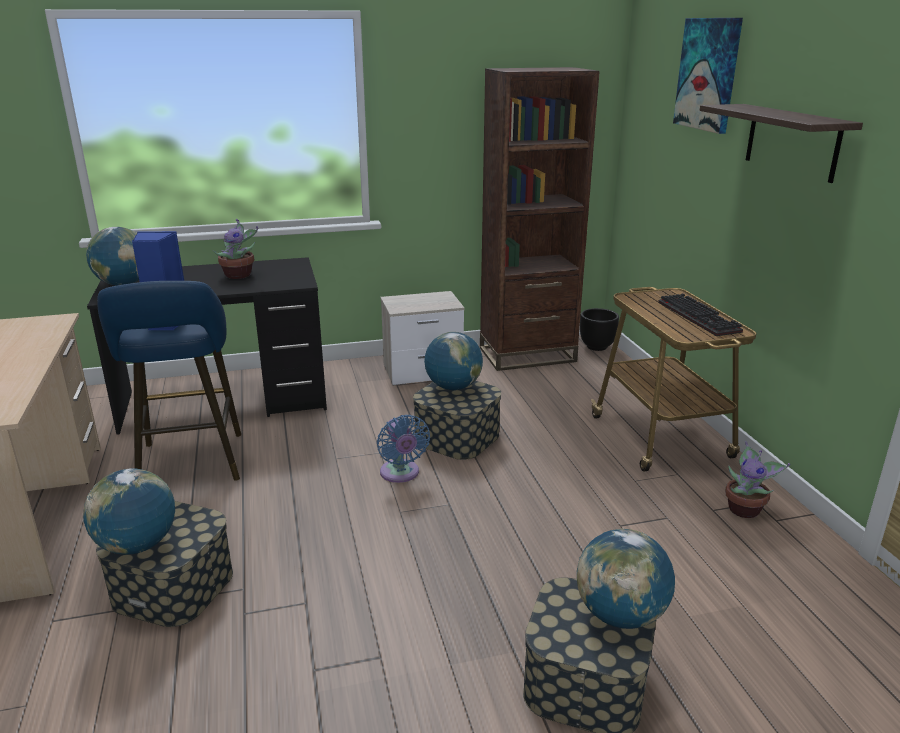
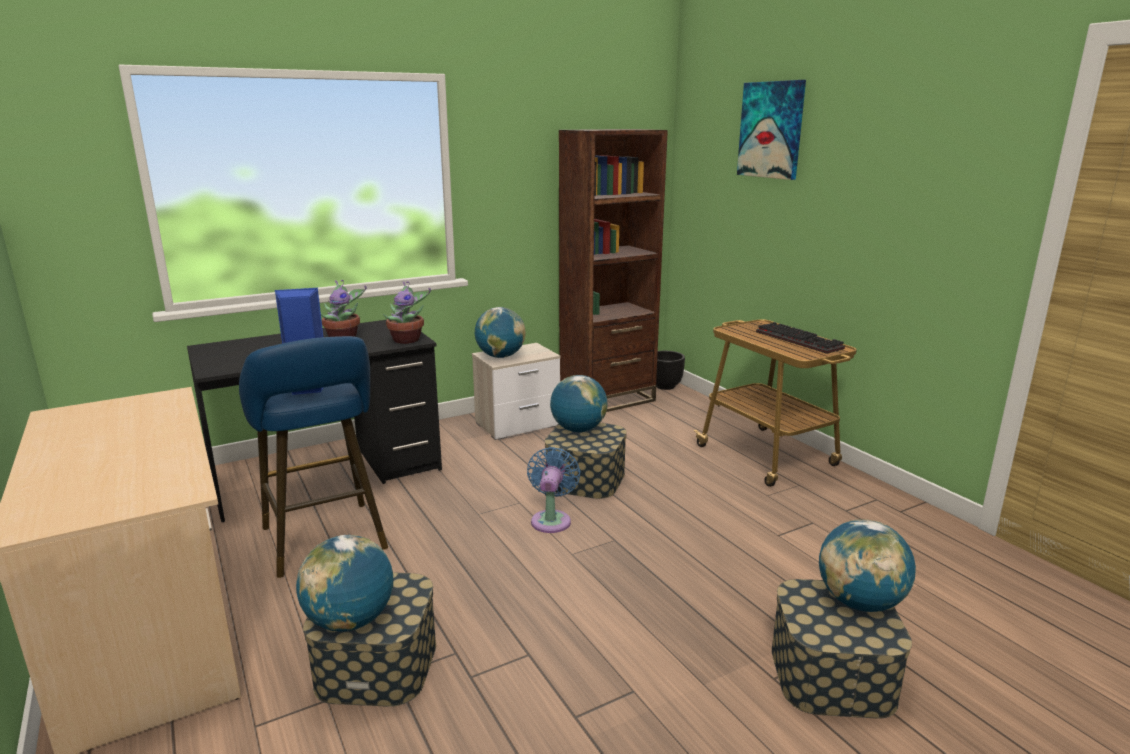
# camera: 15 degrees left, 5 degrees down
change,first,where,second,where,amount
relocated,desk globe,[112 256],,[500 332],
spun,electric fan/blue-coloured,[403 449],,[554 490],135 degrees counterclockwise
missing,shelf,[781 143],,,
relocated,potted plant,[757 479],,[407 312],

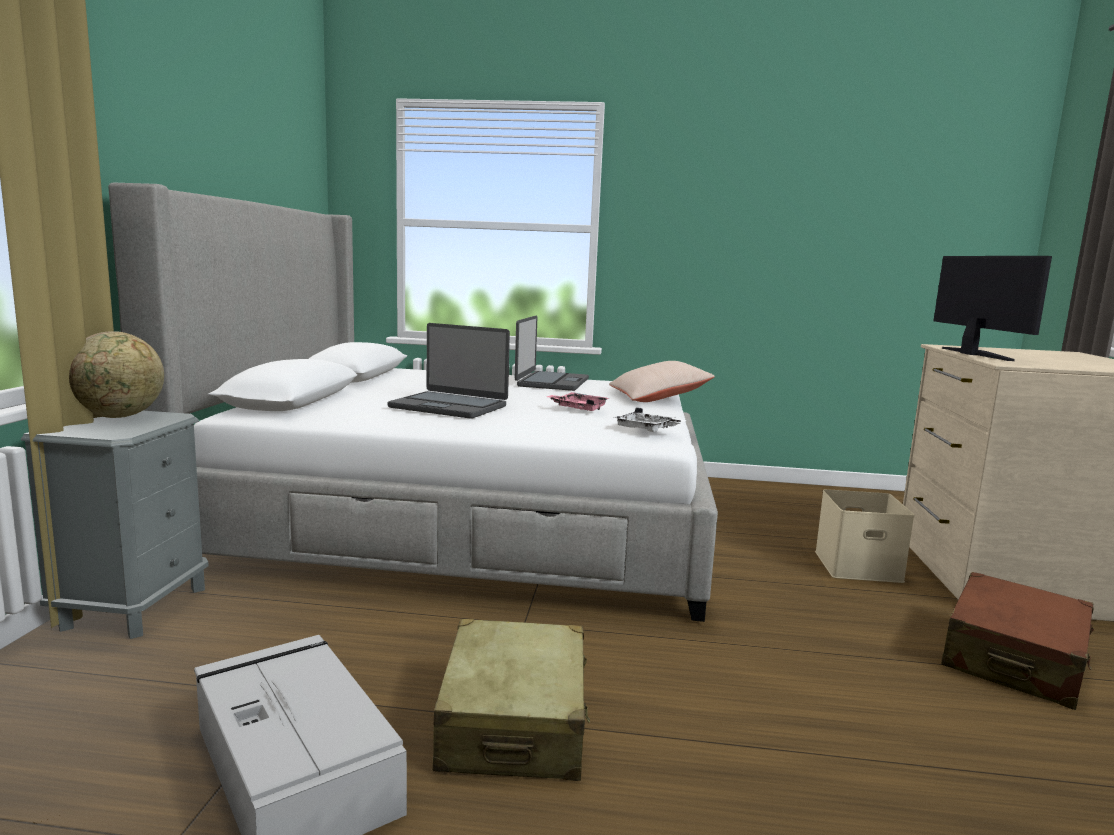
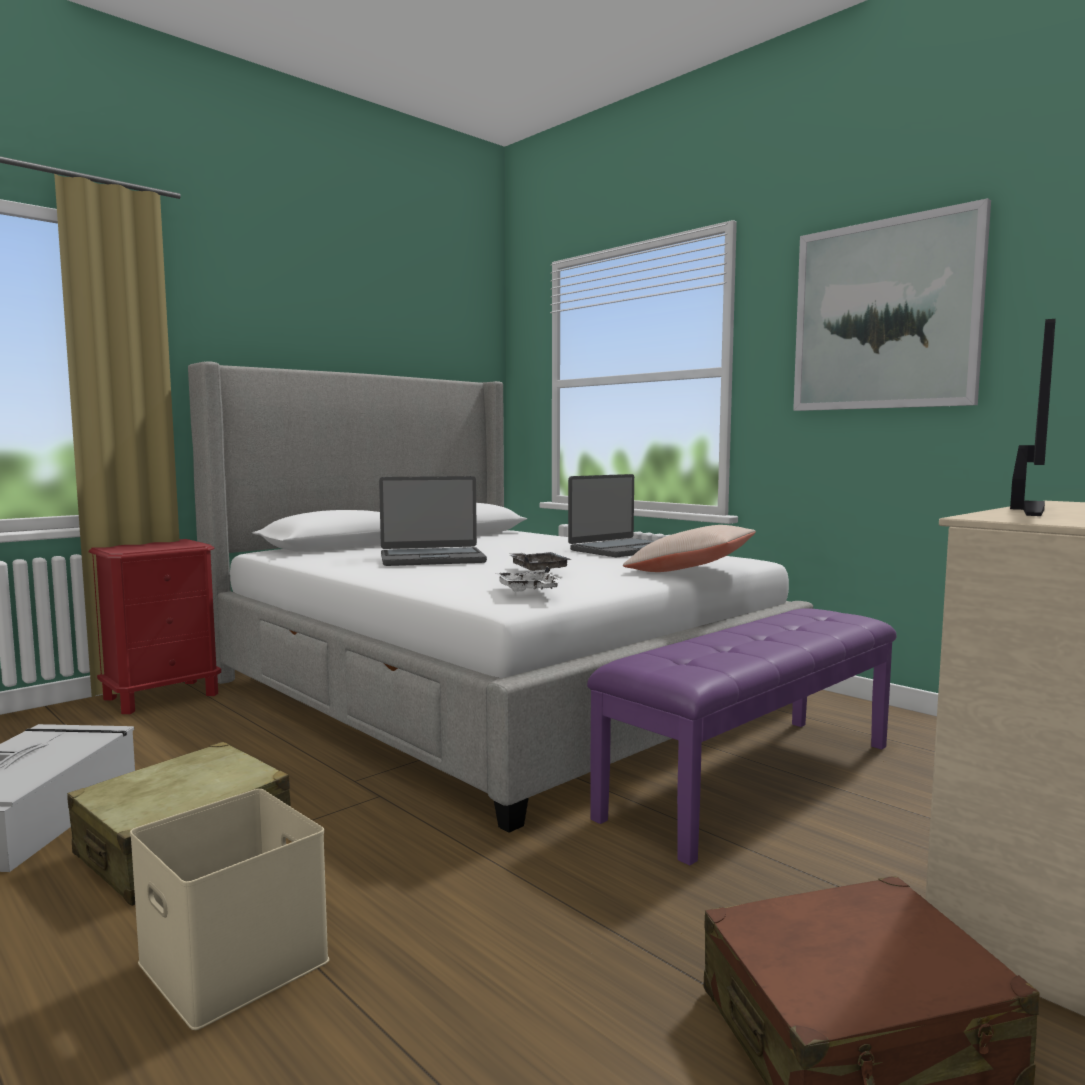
# camera: 40 degrees right, 5 degrees down
change,first,where,second,where,amount
colour,nightstand/grey,[115 525],nightstand/red,[155 626],
missing,desk globe,[116 375],,,
spun,notebook computer,[449 371],,[433 521],75 degrees counterclockwise
colour,tray/pinkish,[578 401],tray/grey,[540 561],
relocated,storage box/sand-coloured,[864 536],,[229 909],
appeared,,,indoor bench/purple,[742 737],
appeared,,,wall picture,[892 304],

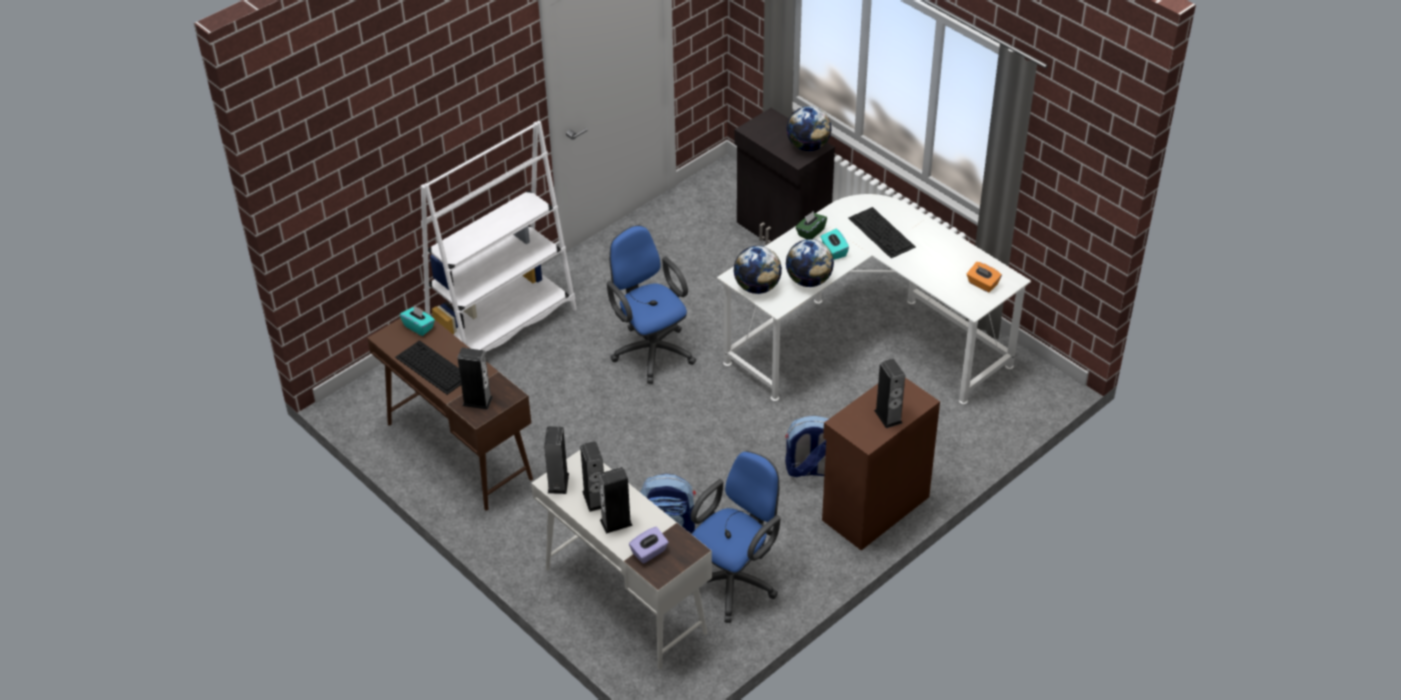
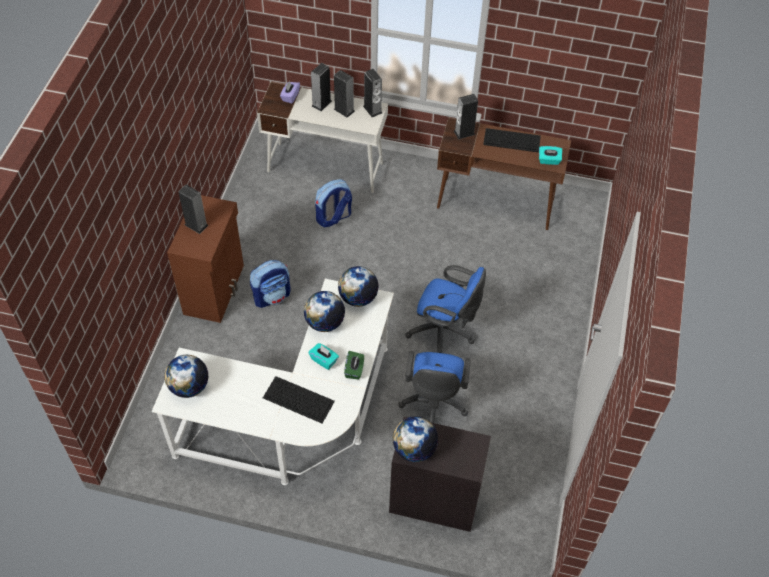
# camera: 145 degrees right, 10 degrees up
change,first,where,second,where,amount
missing,shelving unit/white,[499 236],,,
relocated,desk chair/blue-coloured,[736 537],,[434 387],
exchanged,tissue holder/orange-coloured,[984 277],desk globe,[186 376],

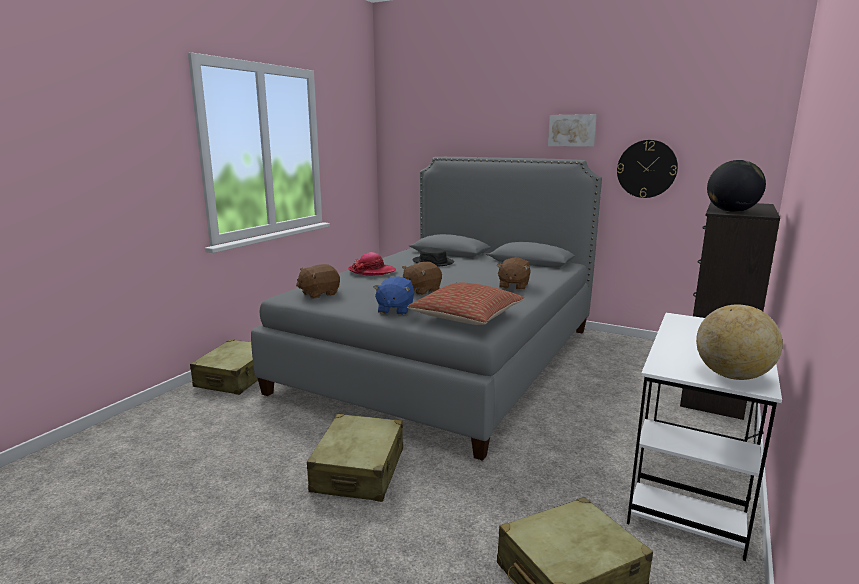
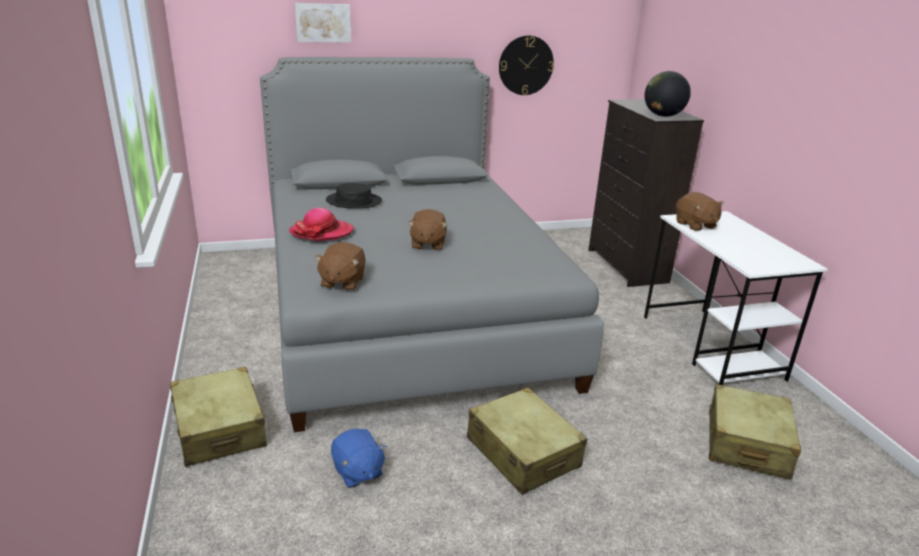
# camera: 45 degrees left, 10 degrees up
change,first,where,second,where,amount
relocated,plush toy/blue-coloured,[393 295],,[359 458],
missing,throw pillow,[465 303],,,
relocated,plush toy/brown-coloured,[513 273],,[700 211],
relocated,wall picture,[572 130],,[323 23],
missing,desk globe,[739 342],,,

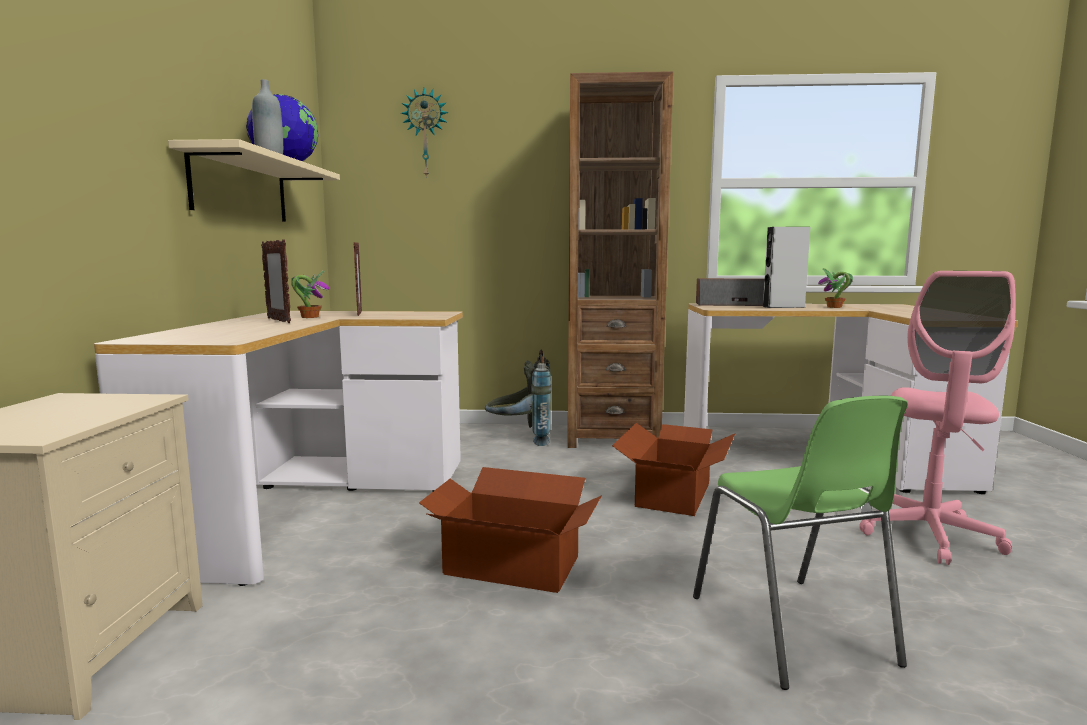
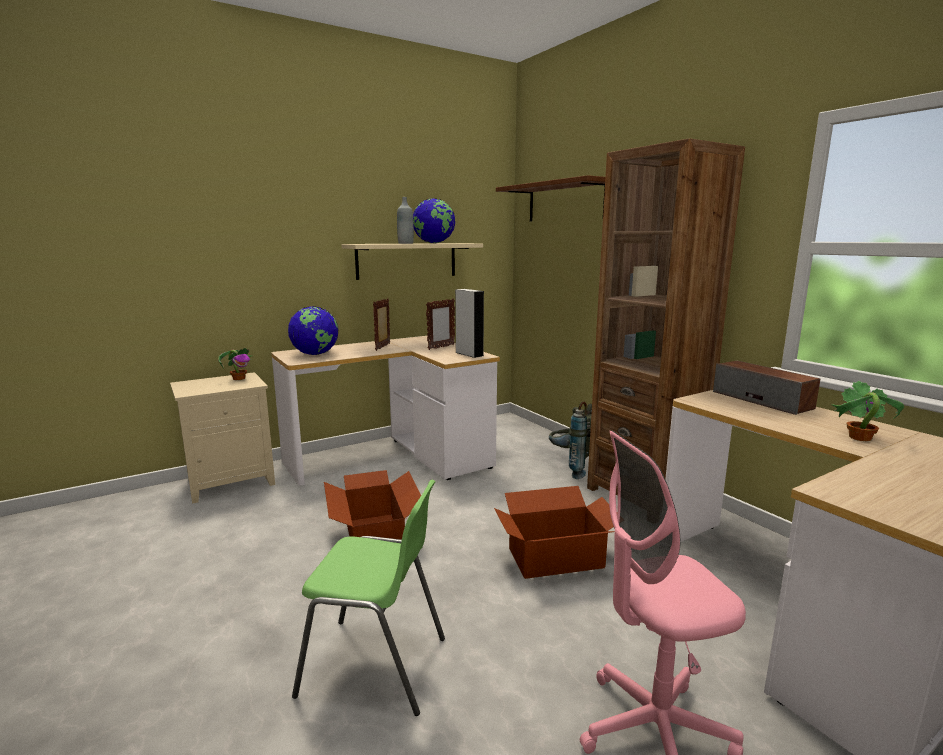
# camera: 55 degrees right, 5 degrees up
change,first,where,second,where,amount
relocated,potted plant,[310 294],,[234 364],
exchanged,wall clock,[425 133],shelf/brown-coloured,[550 198],
spun,plain chair/green,[800 543],,[368 598],120 degrees counterclockwise
relocated,audio speaker/grey,[786 267],,[469 323],
appeared,,,desk globe,[313 330],

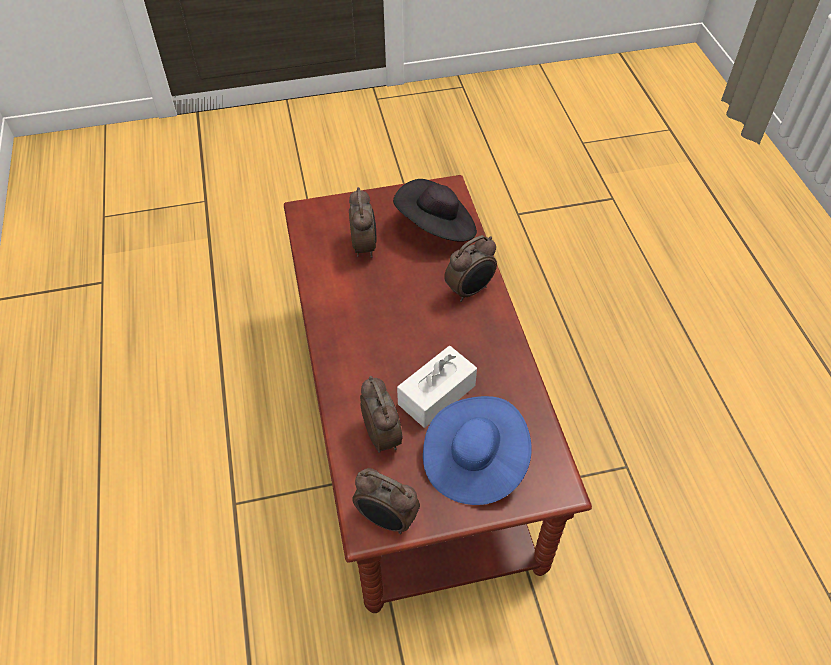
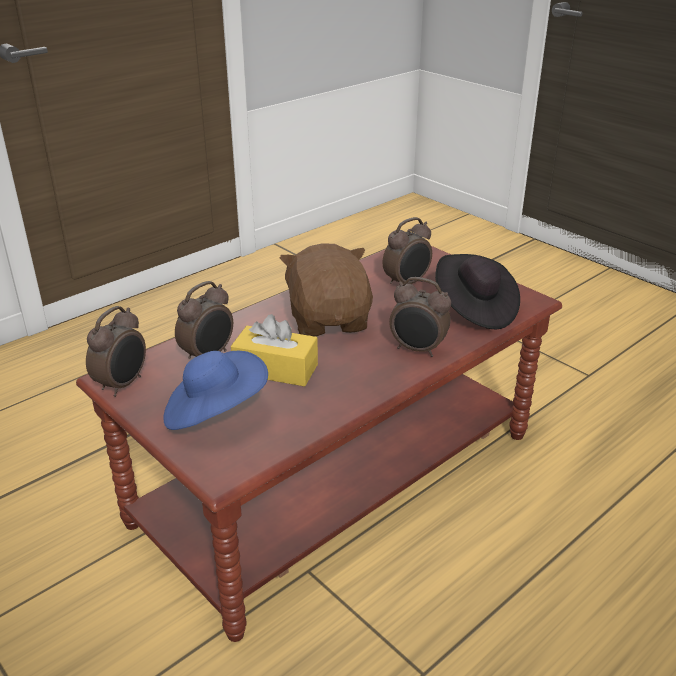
# camera: 60 degrees right, 20 degrees down
change,first,where,second,where,amount
spun,bedside clock,[386 501],,[116 351],150 degrees counterclockwise
colour,tissue holder/white,[437 387],tissue holder/yellow-coloured,[274 350],
appeared,,,plush toy/brown-coloured,[326 289],

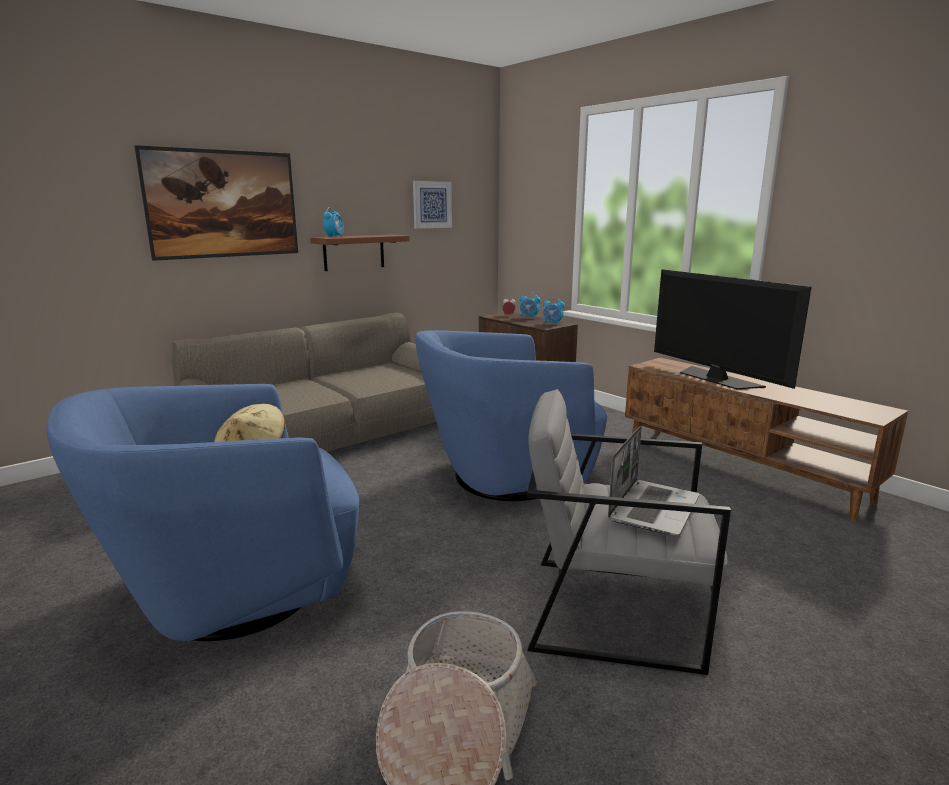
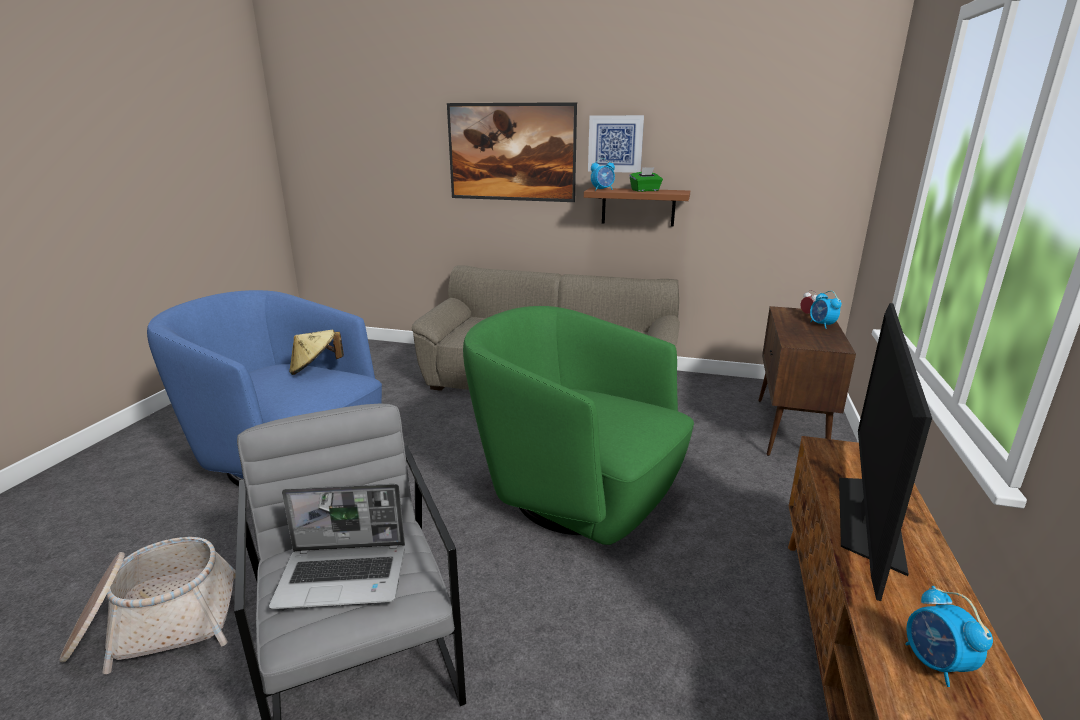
# camera: 55 degrees right, 5 degrees up
change,first,where,second,where,amount
relocated,wall picture,[432 205],,[616 144],
colour,armchair/blue-coloured,[511 415],armchair/green,[578 425],
relocated,bedside clock,[554 311],,[949 636],
appeared,,,tissue holder/green,[646 179],

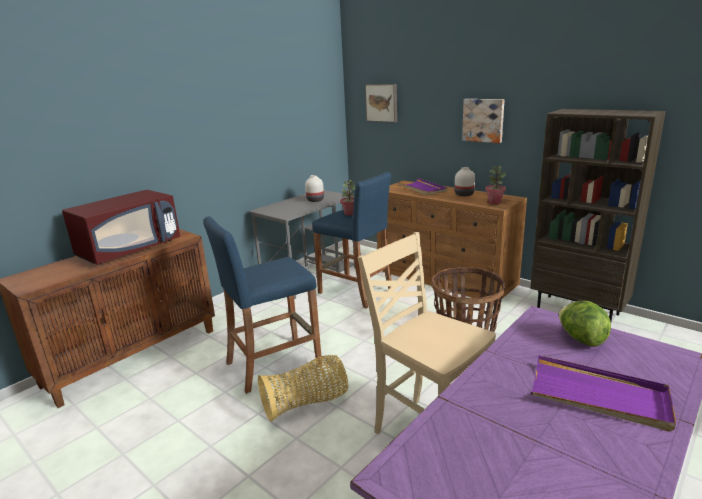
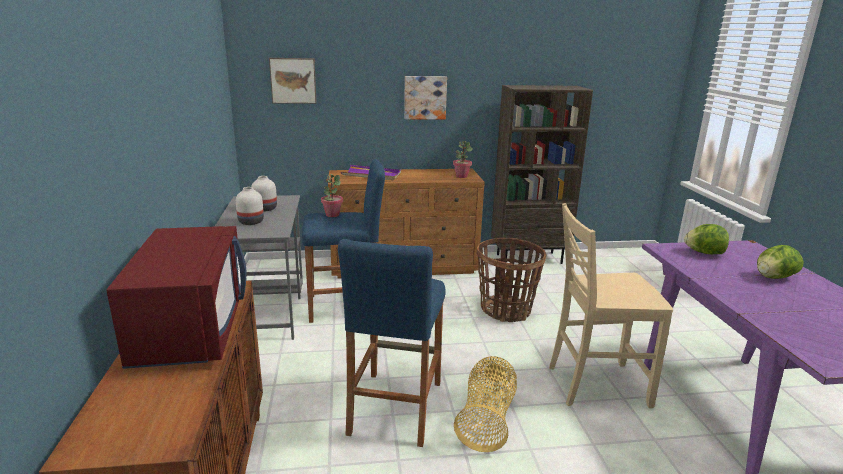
# camera: 50 degrees left, 0 degrees up
change,first,where,second,where,amount
relocated,flower vase/white,[465 181],,[250 206],
exchanged,tray/purple,[603 393],lettuce head,[780 262],

